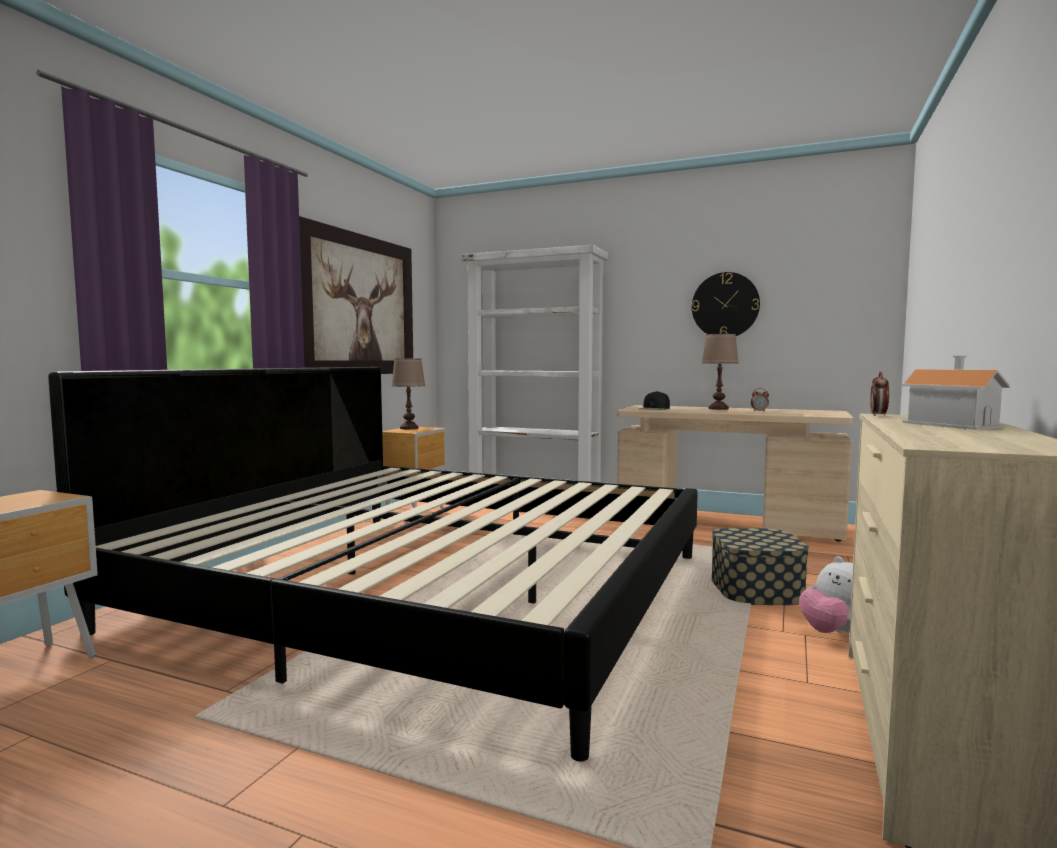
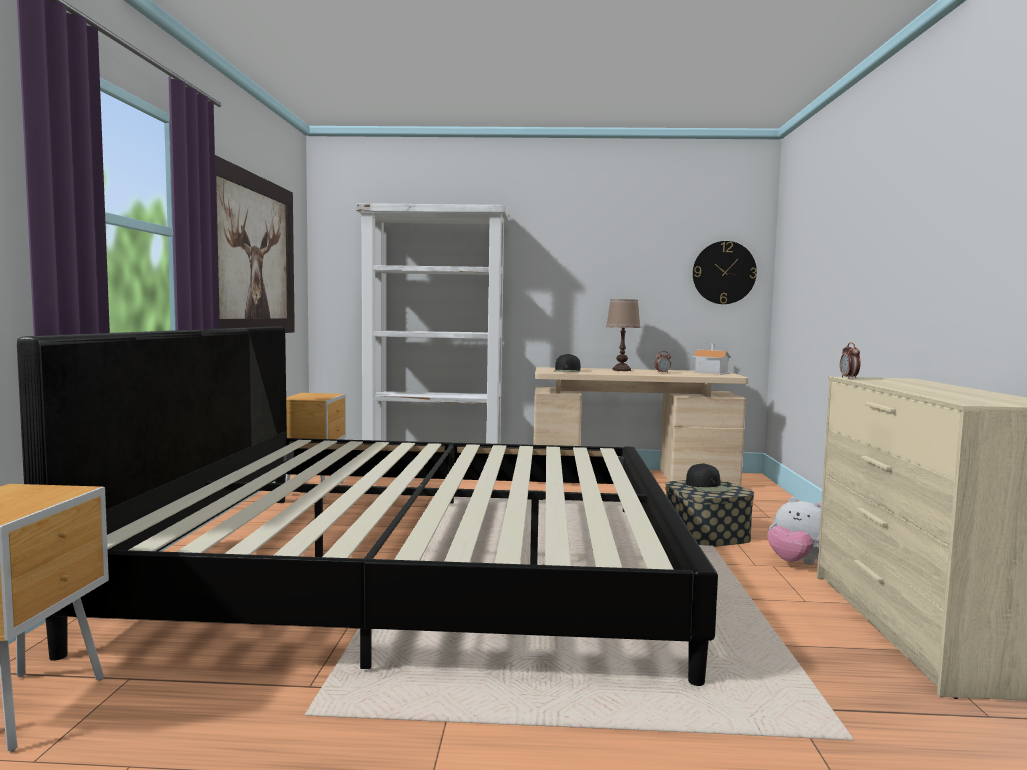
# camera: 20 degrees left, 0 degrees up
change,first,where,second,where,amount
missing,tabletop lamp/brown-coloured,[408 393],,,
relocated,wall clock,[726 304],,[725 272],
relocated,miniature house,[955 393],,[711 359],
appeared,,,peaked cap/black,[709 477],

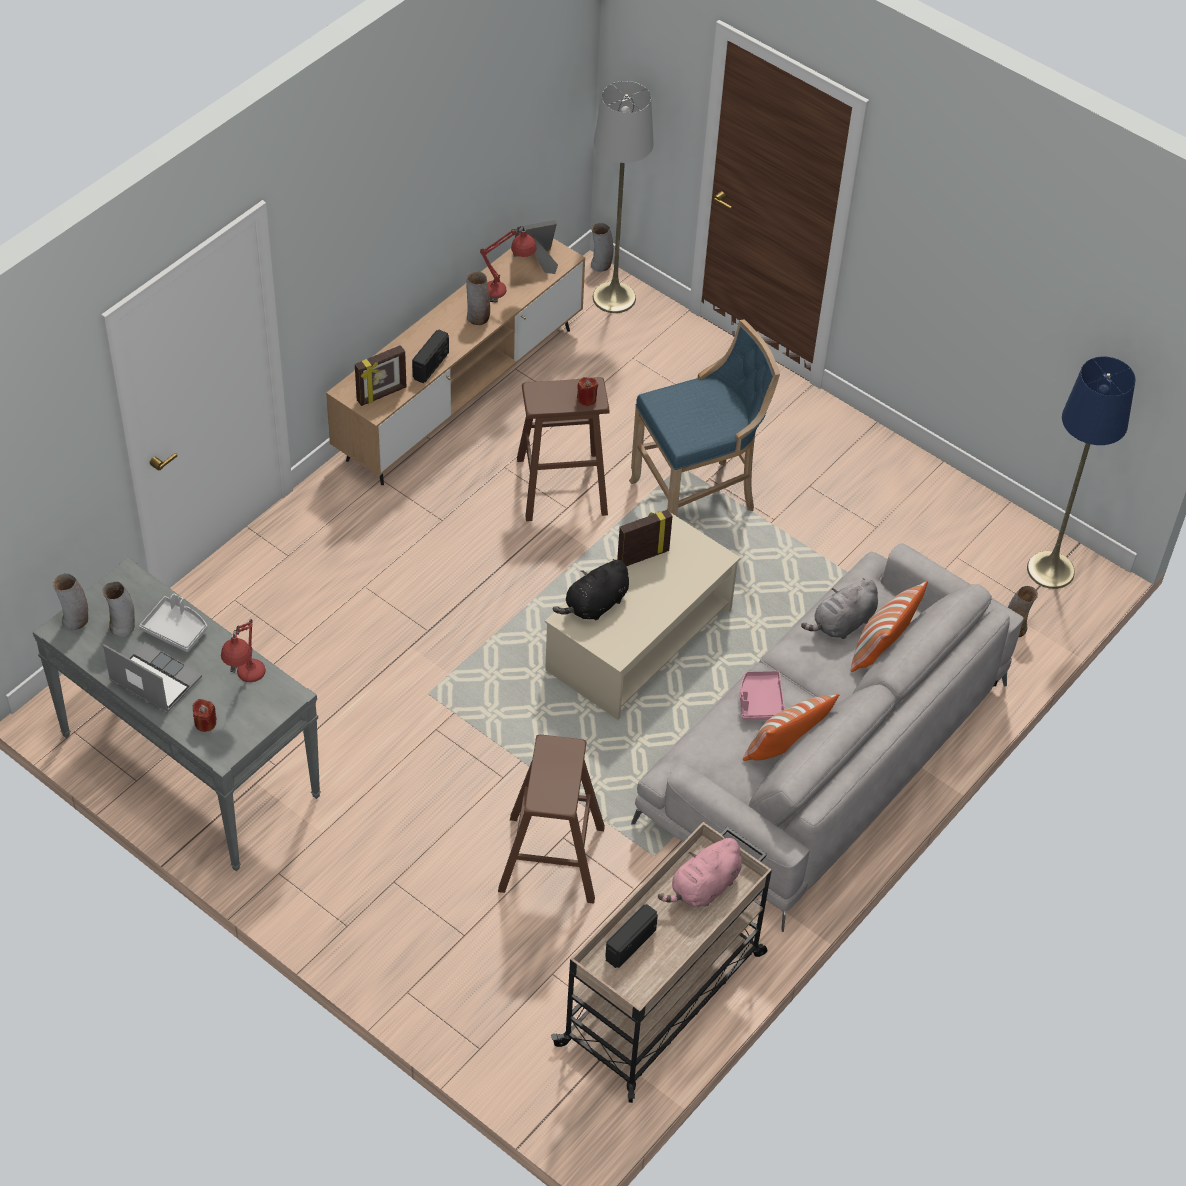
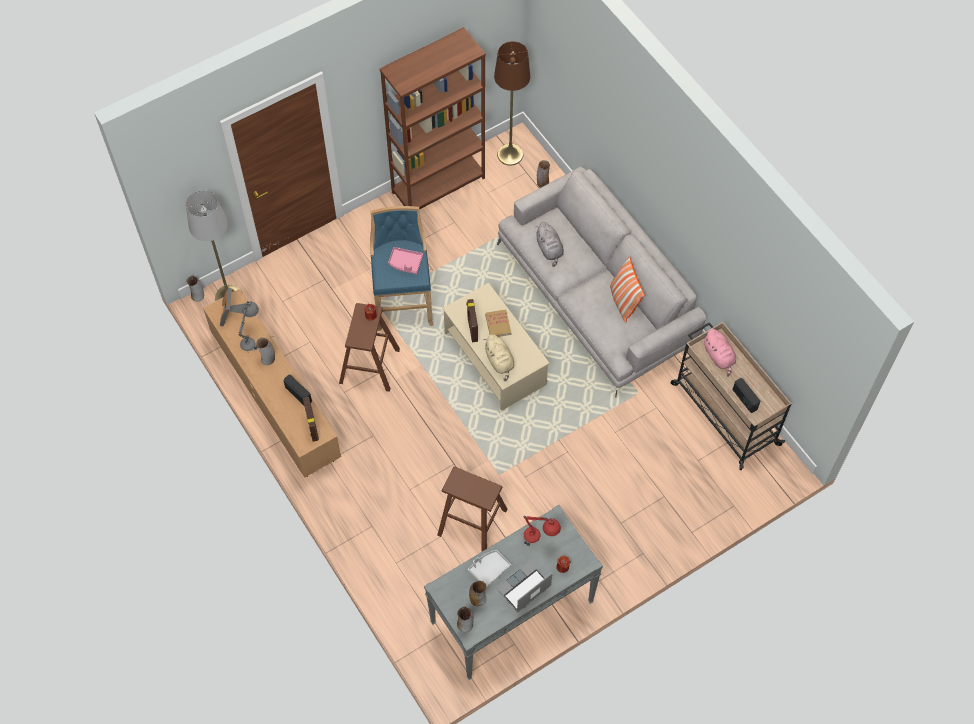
# camera: 70 degrees left, 10 degrees up
change,first,where,second,where,amount
colour,tabletop lamp/red,[508 264],tabletop lamp/grey,[249 327],
relocated,stool seat/brown-coloured,[551 819],,[472 509],
colour,plush toy/black,[591 590],plush toy/sand-coloured,[498 357],
relocated,tray/pinkish,[762 695],,[405 260],
missing,throw pillow,[889 626],,,
colour,standing lamp/blue-coloured,[1081 472],standing lamp/brown-coloured,[512 103],
appeared,,,shelving unit/brown-coloured,[433 118],
appeared,,,bound book,[498 323],

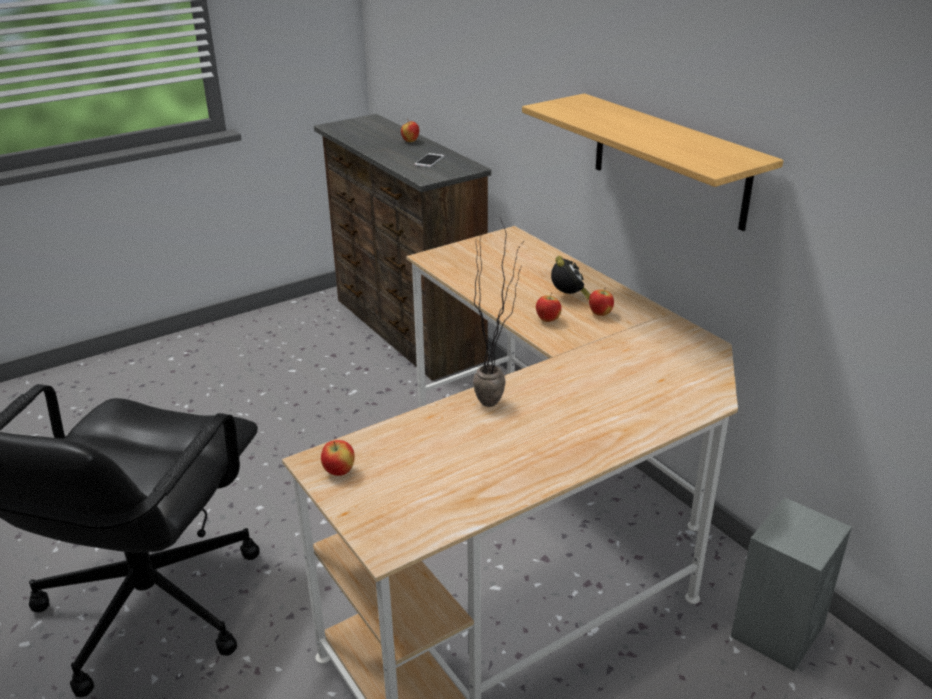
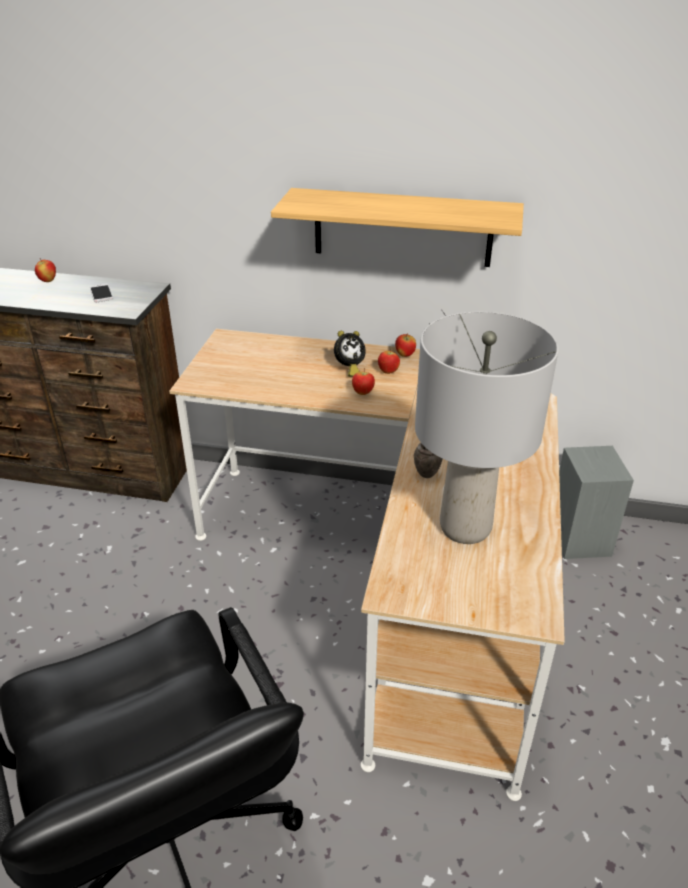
# camera: 45 degrees left, 5 degrees up
change,first,where,second,where,amount
relocated,apple fruit,[338 458],,[405 345],
spun,bedside clock,[571 278],,[350 354],105 degrees clockwise
appeared,,,tabletop lamp/grey,[487 427],

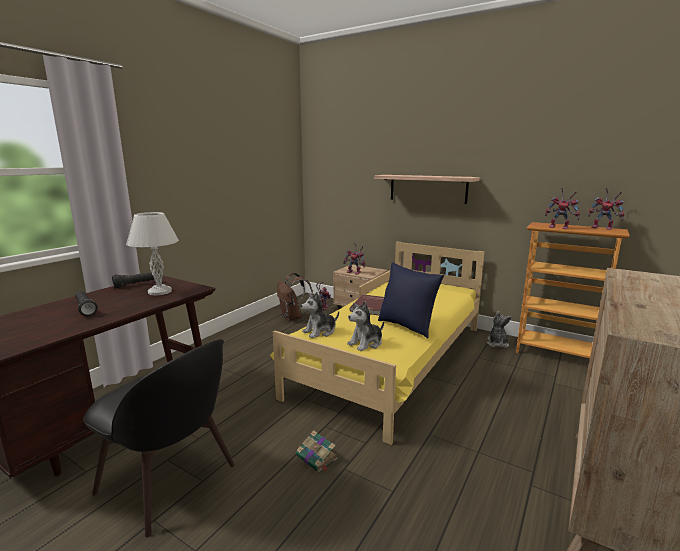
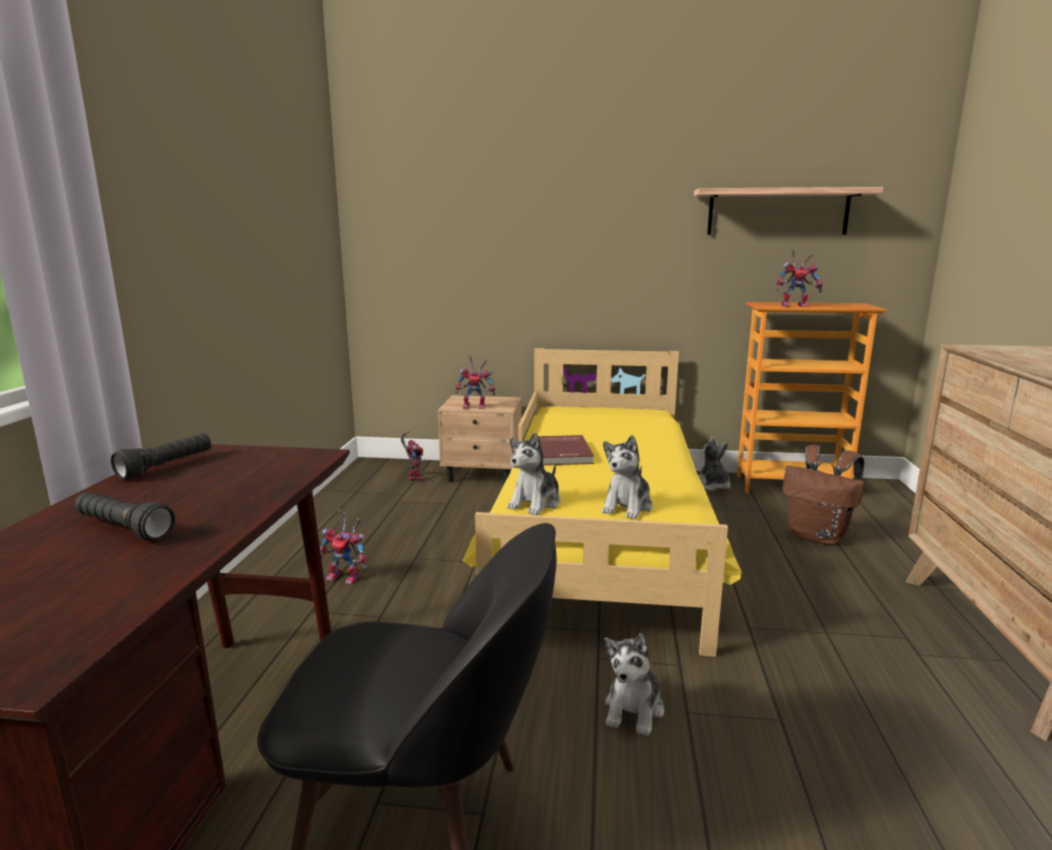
# camera: 25 degrees left, 0 degrees up
change,first,where,second,where,amount
missing,tabletop lamp/white,[152 253],,,
relocated,backpack/brown-coloured,[295 297],,[823 495],
exchanged,bound book,[317 451],plush toy,[634 685],
relocated,shelf,[427 189],,[788 211],
missing,throw pillow/blue-coloured,[411 300],,,
relocated,robot figure,[606 209],,[344 547],

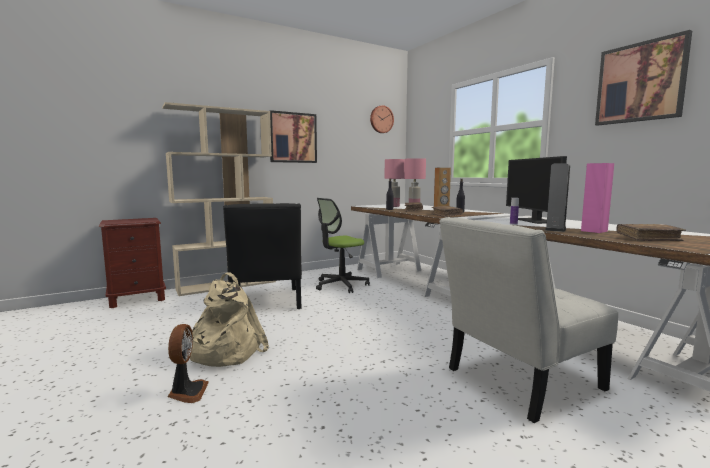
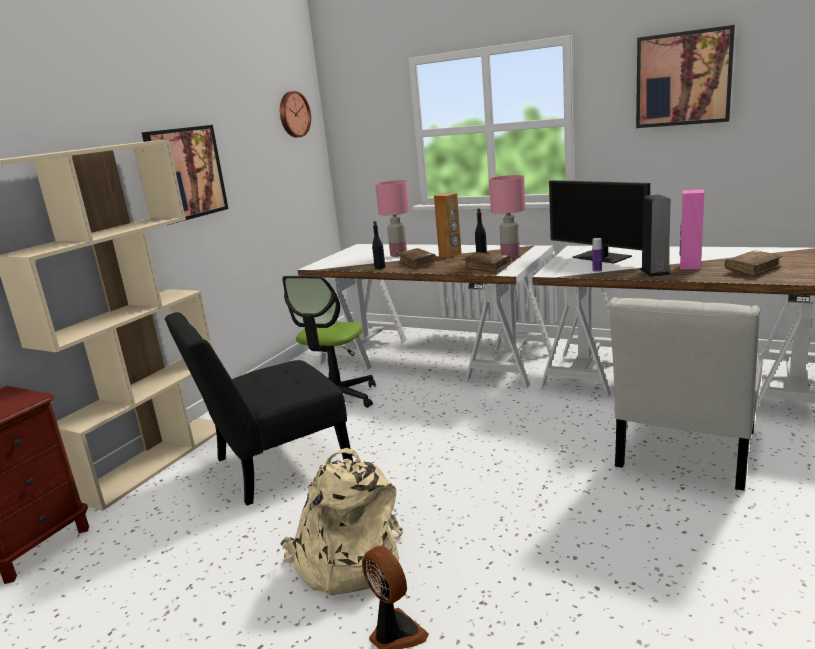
# camera: 30 degrees left, 10 degrees up
change,first,where,second,where,amount
spun,plain chair/black,[262 256],,[259 409],105 degrees clockwise
relocated,tabletop lamp/pinkish,[395 183],,[507 217],

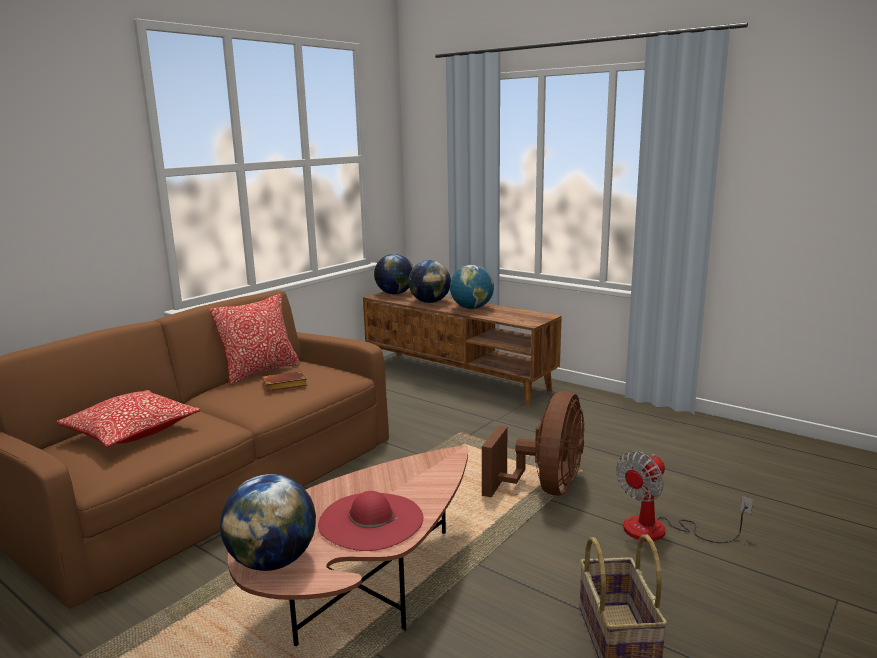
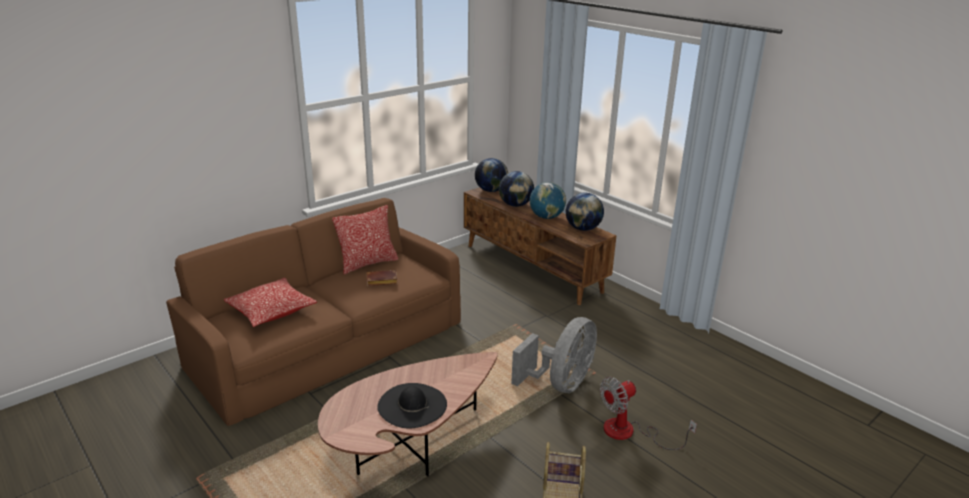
# camera: 10 degrees right, 10 degrees up
change,first,where,second,where,amount
relocated,desk globe,[268 522],,[585 212],
colour,wearable hat/red,[370 521],wearable hat/black,[412 406],
colour,electric fan/brown-coloured,[533 444],electric fan/grey,[554 355],

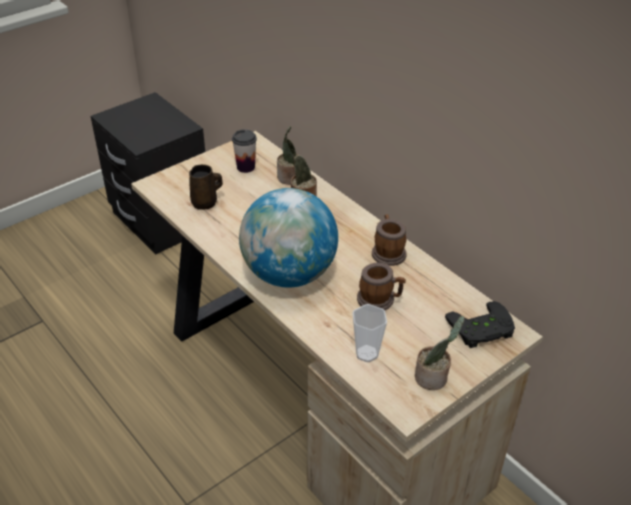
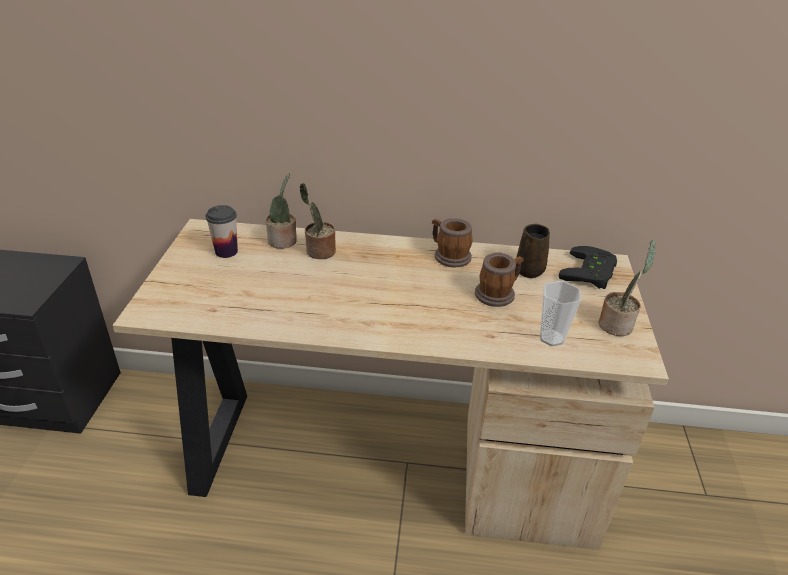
# camera: 45 degrees left, 5 degrees down
change,first,where,second,where,amount
relocated,tea mug/brown-coloured,[206 186],,[533 251],
missing,desk globe,[288 238],,,

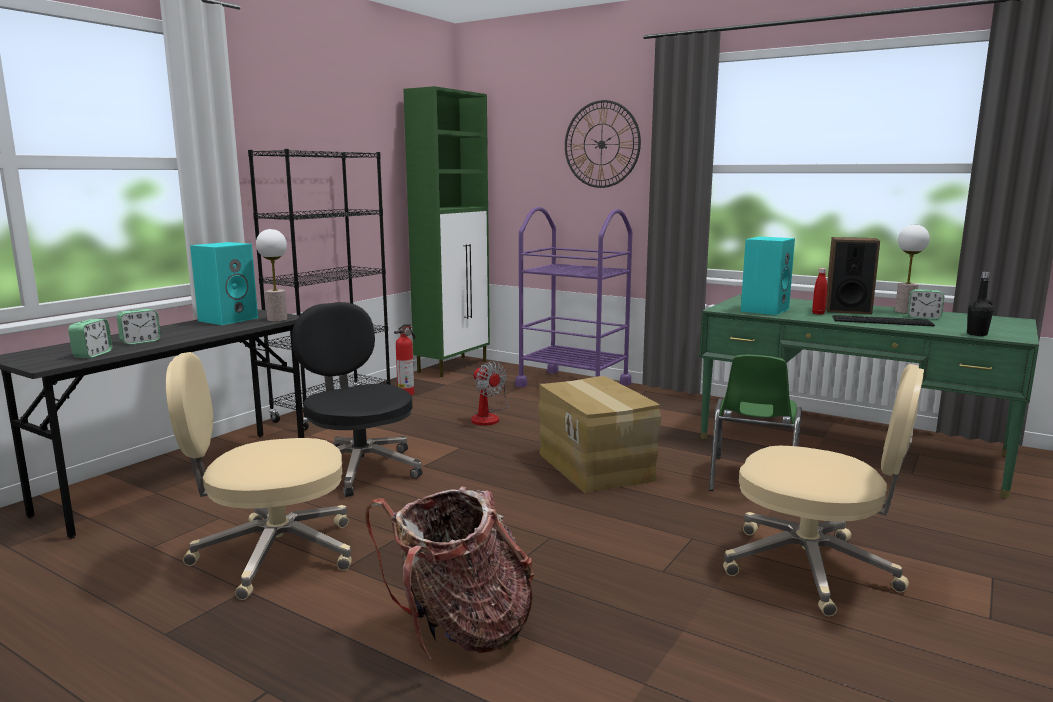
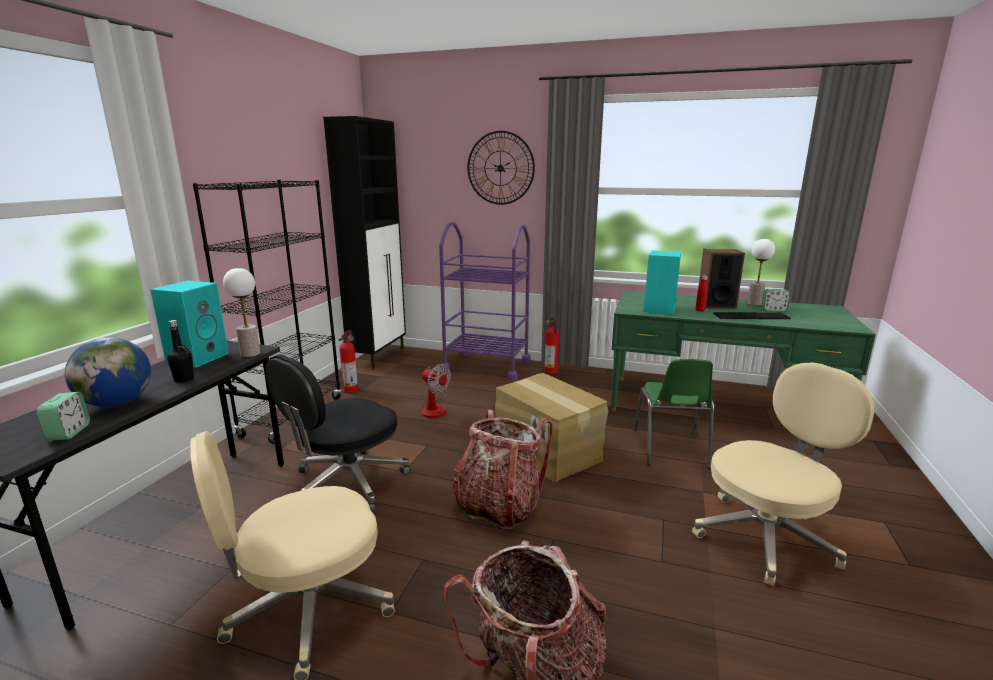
# camera: 15 degrees left, 5 degrees up
change,first,where,second,where,amount
exchanged,bedside clock,[139 327],desk globe,[108 372],
spun,desk chair/black,[357 399],,[337 433],90 degrees counterclockwise
colour,cupboard/green,[446 231],cupboard/black,[364 242],
spun,desk chair/sand-coloured,[823 490],,[783 474],45 degrees counterclockwise
relocated,drink bottle/black,[980 304],,[180 351],
appeared,,,backpack,[503 469],
appeared,,,fire-fighting cylinder,[551 345],

